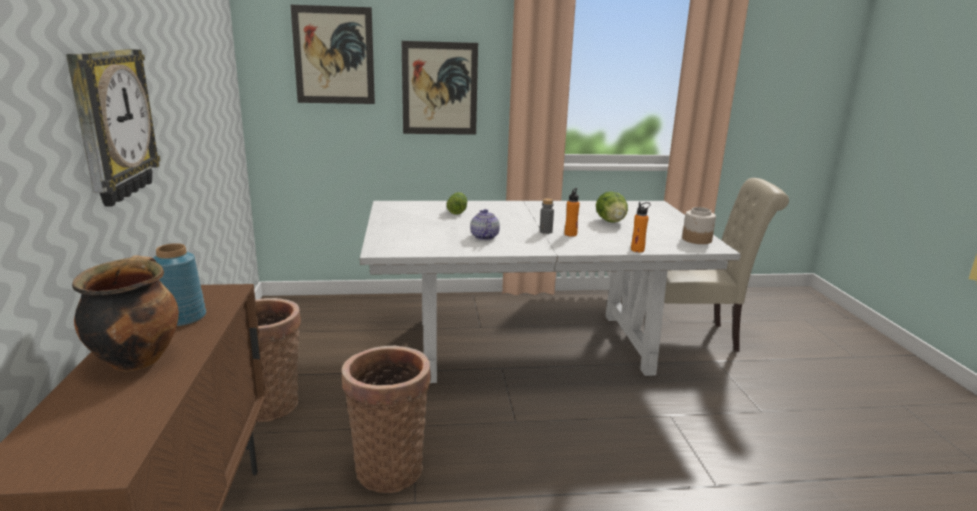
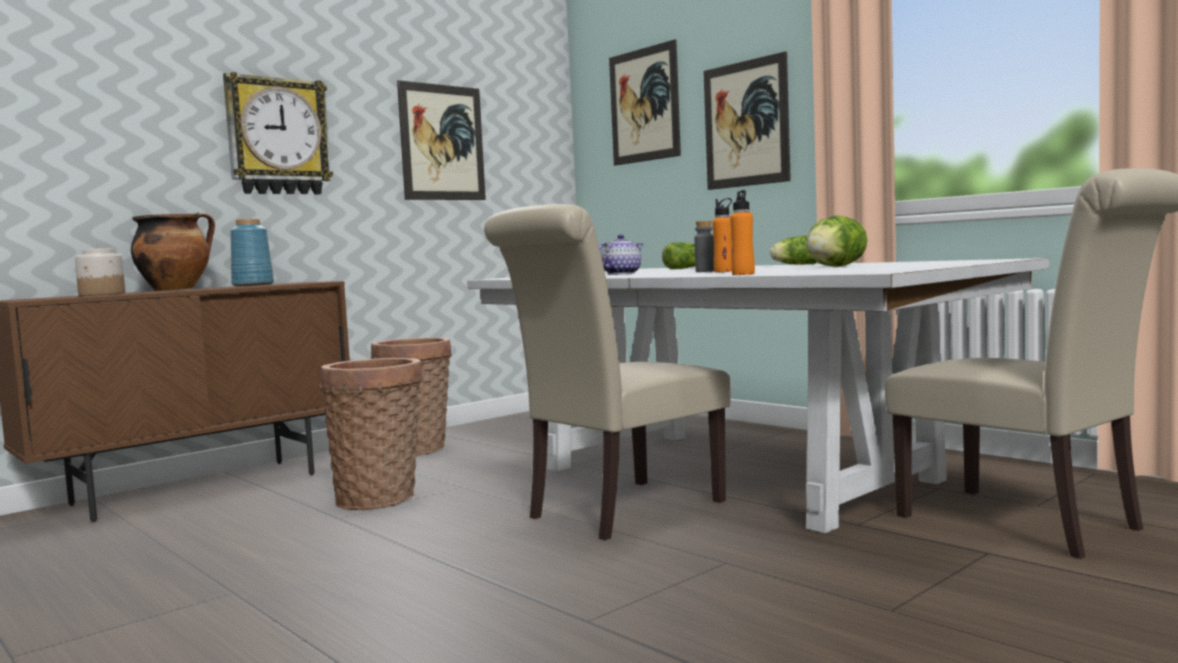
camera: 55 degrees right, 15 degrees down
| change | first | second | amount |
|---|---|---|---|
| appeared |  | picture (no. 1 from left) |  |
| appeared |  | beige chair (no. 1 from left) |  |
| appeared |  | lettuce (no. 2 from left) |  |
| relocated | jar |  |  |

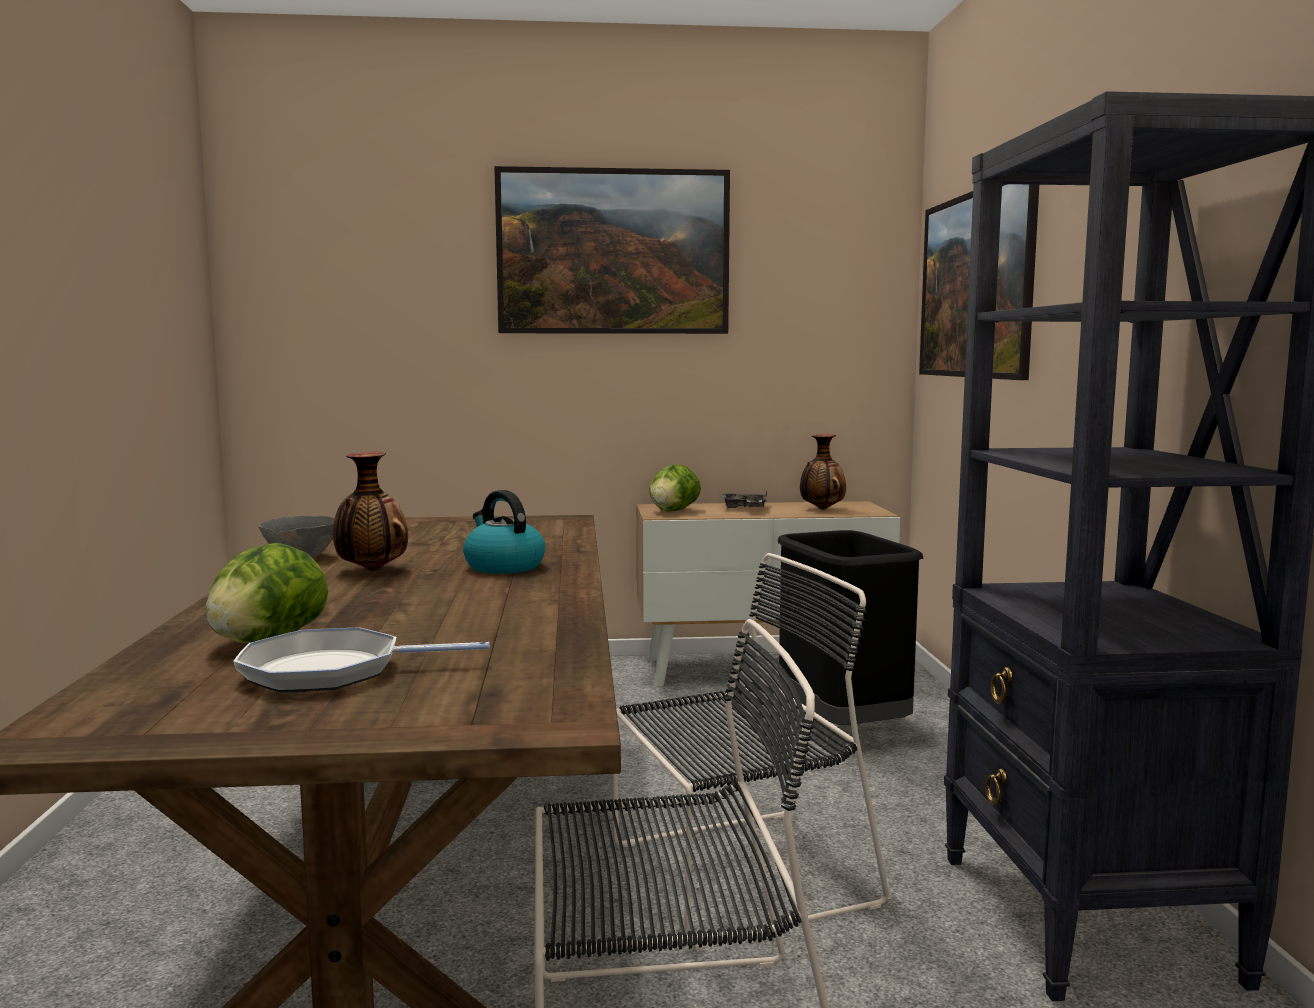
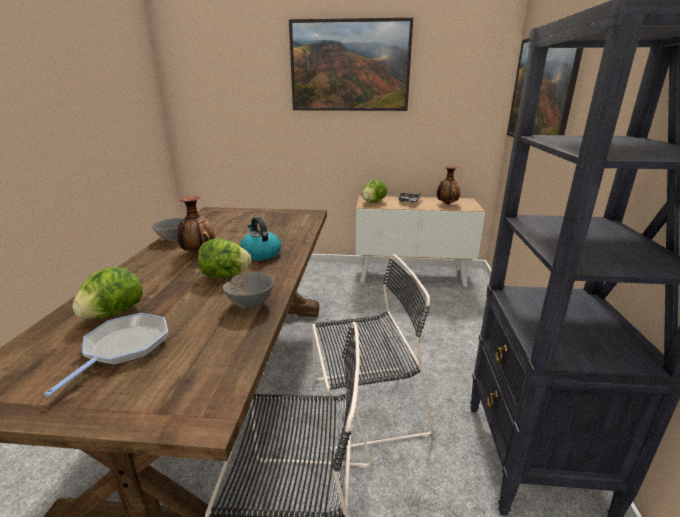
camera: 10 degrees right, 15 degrees up
| change | first | second | amount |
|---|---|---|---|
| missing | black trash can |  |  |
| appeared |  | lettuce (no. 2 from left) |  |
| appeared |  | grey bowl (no. 2 from left) |  |
| spun | frying pan |  | 105 degrees clockwise |

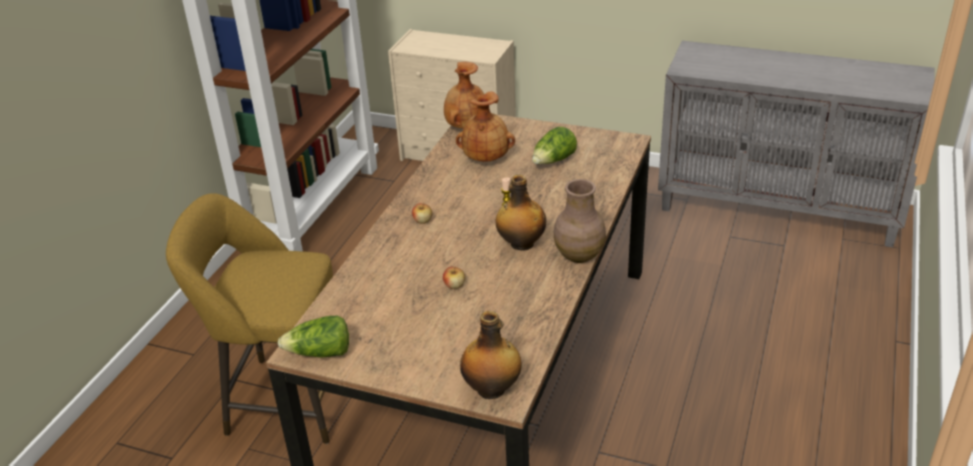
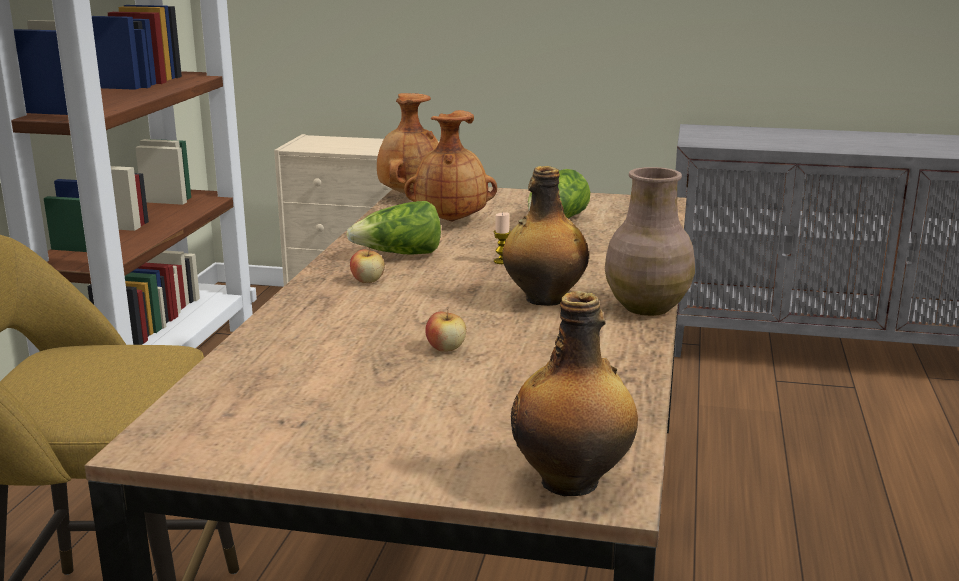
camera: 10 degrees left, 15 degrees down
| change | first | second | amount |
|---|---|---|---|
| relocated | lettuce (no. 1 from left) |  |  |

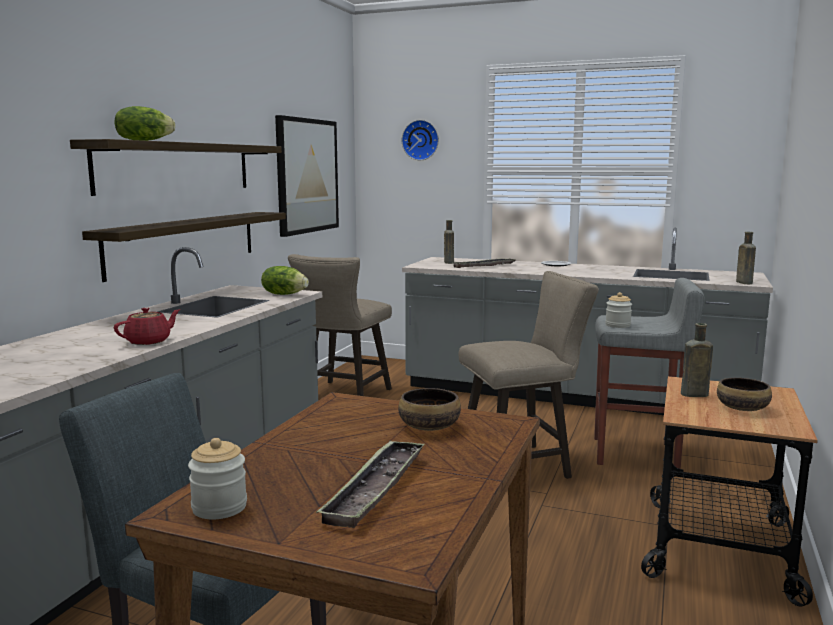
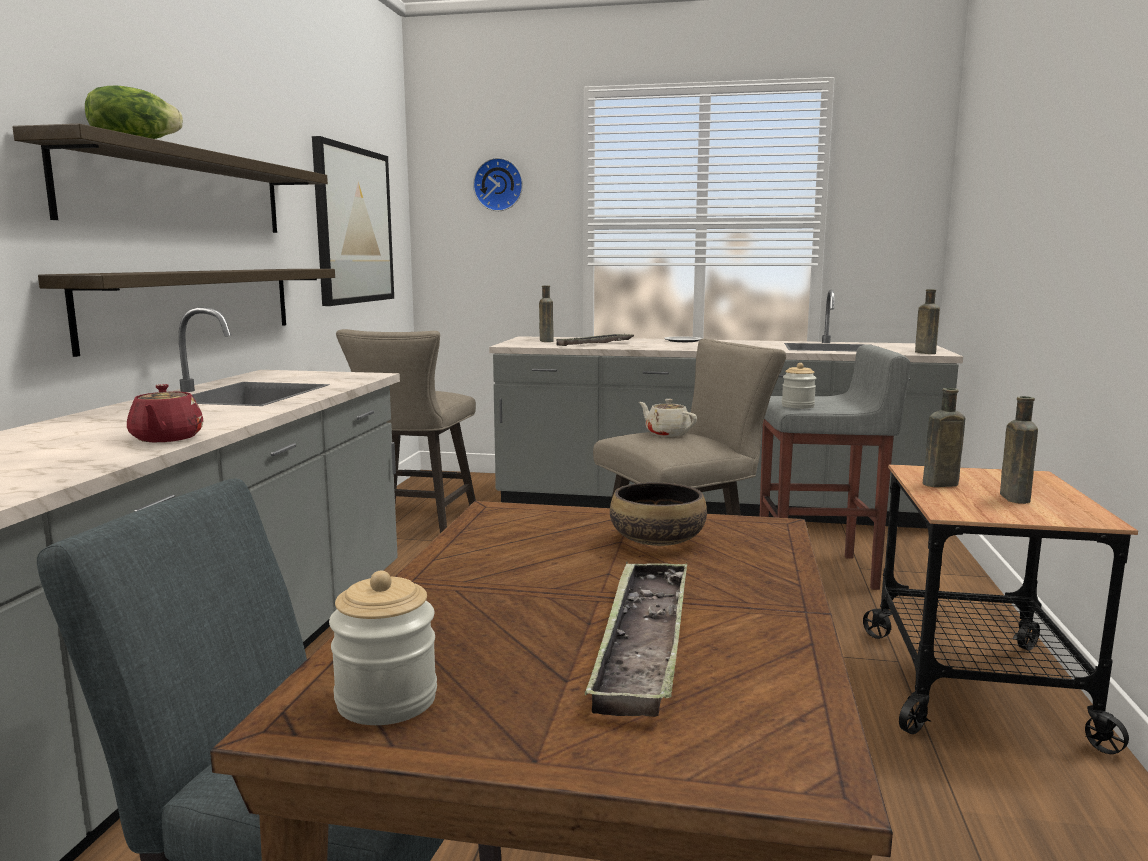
camera: 10 degrees left, 0 degrees up
| change | first | second | amount |
|---|---|---|---|
| missing | lettuce (no. 2 from left) |  |  |
| appeared |  | beige teapot |  |
| exchanged | bowl (no. 2 from left) | brown bottle (no. 4 from left) |  |
| spun | red teapot |  | 135 degrees clockwise |

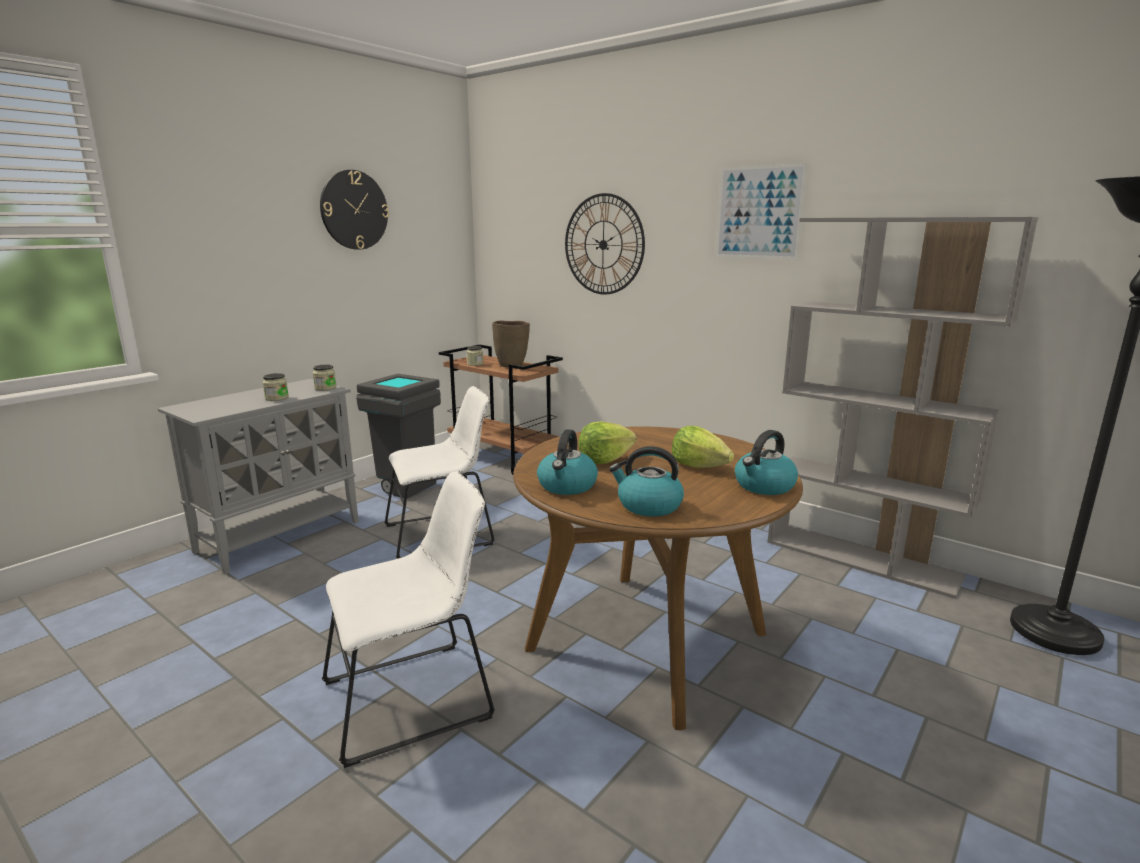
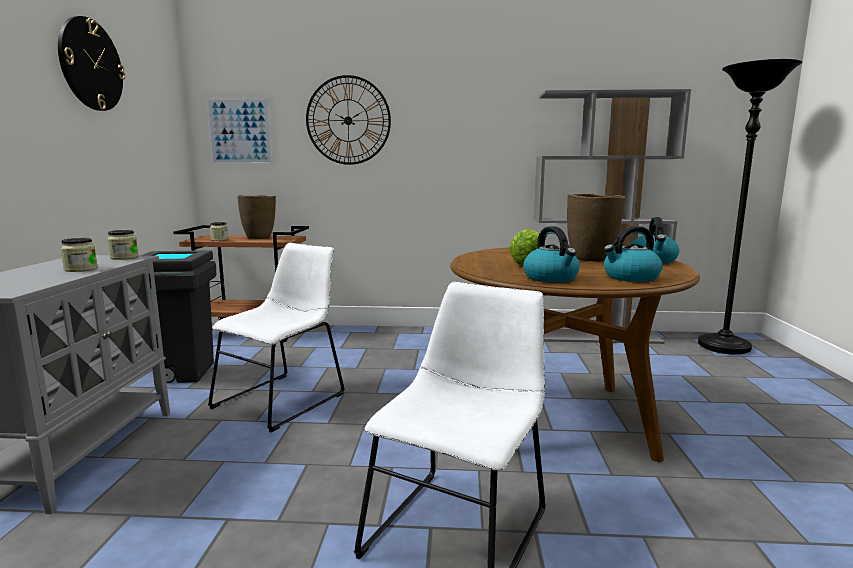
camera: 35 degrees left, 5 degrees down
| change | first | second | amount |
|---|---|---|---|
| relocated | picture |  |  |
| exchanged | lettuce (no. 2 from left) | brown vase (no. 2 from left) |  |

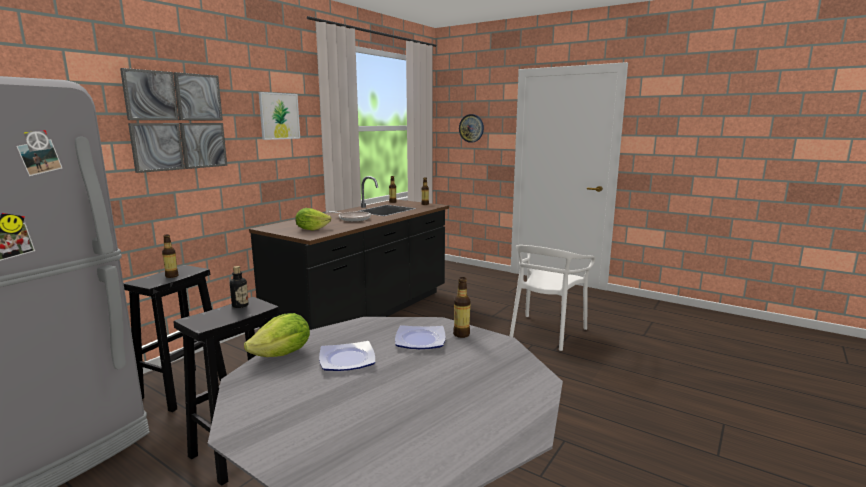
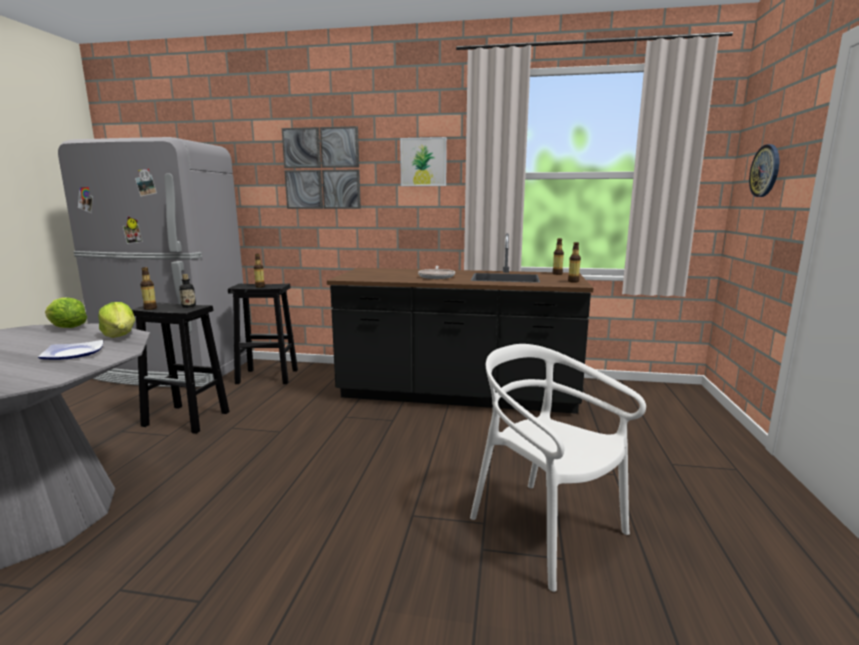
camera: 65 degrees right, 0 degrees up
| change | first | second | amount |
|---|---|---|---|
| missing | plate (no. 1 from left) |  |  |
| relocated | lettuce (no. 2 from left) |  |  |
| relocated | bottle (no. 5 from left in the first image) | bottle (no. 1 from left) |  |
| spun | white chair |  | 45 degrees clockwise |

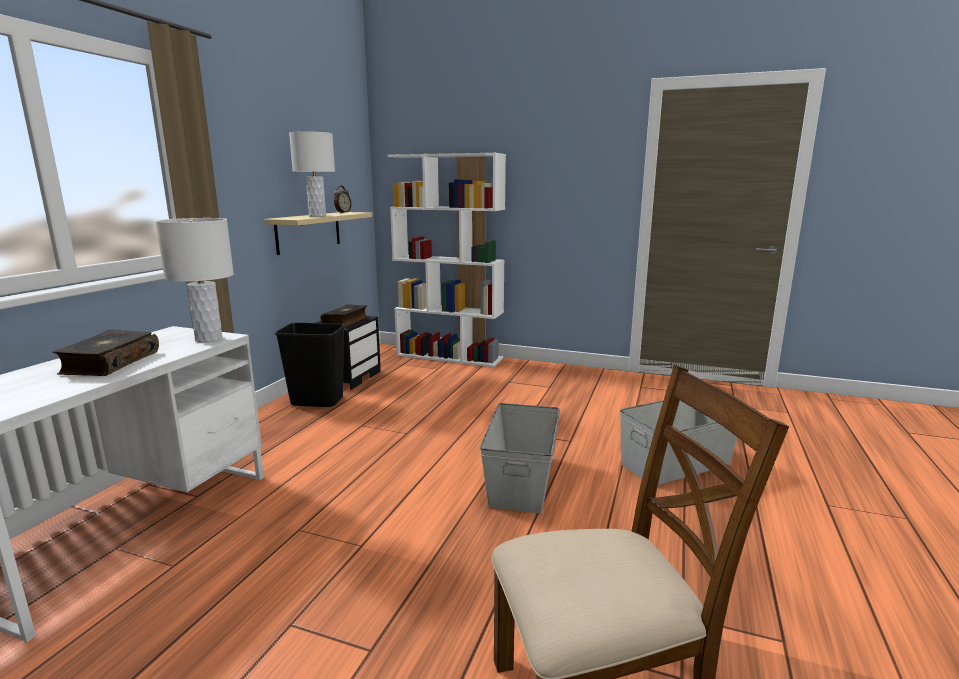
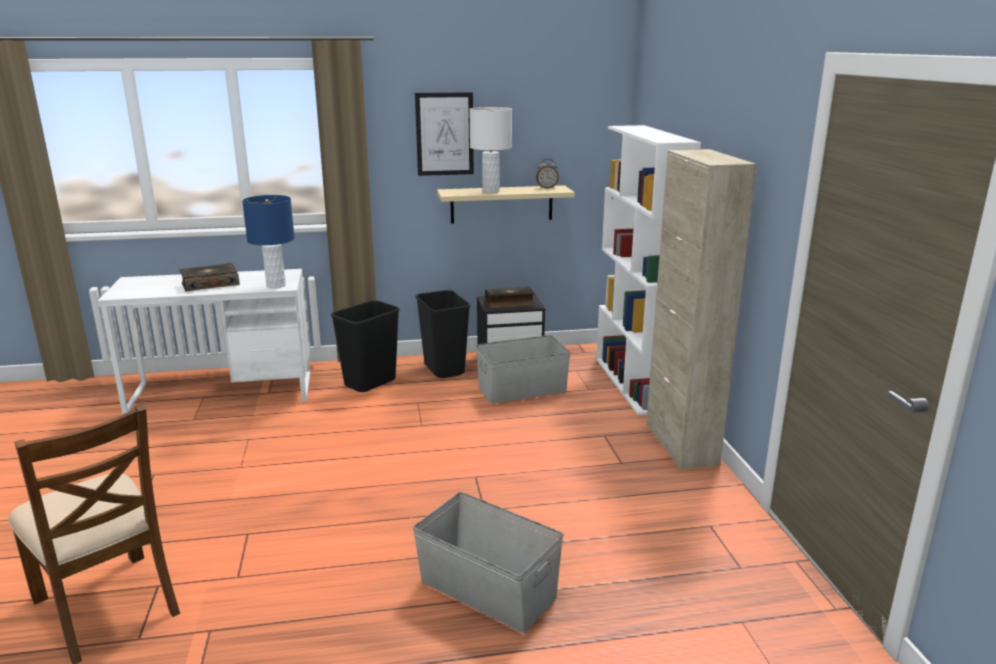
camera: 60 degrees right, 5 degrees up
| change | first | second | amount |
|---|---|---|---|
| appeared |  | black trash can (no. 1 from left) |  |
| appeared |  | picture |  |
| appeared |  | beige cabinet |  |
| relocated | grey storage box (no. 1 from left in the first image) | grey storage box (no. 2 from left) |  |
| colour | white table lamp (no. 1 from left) | blue table lamp |  |

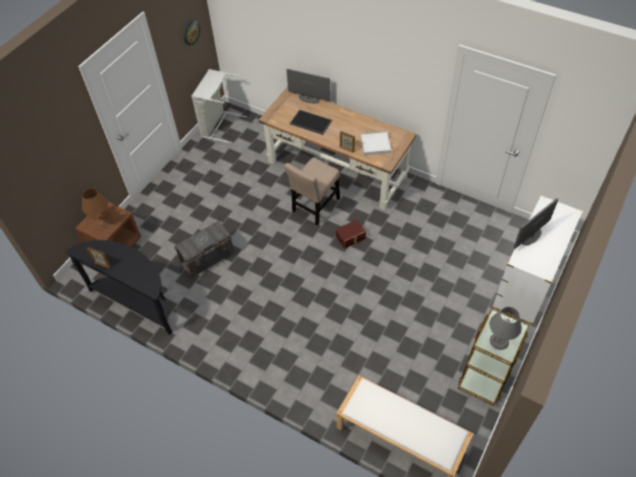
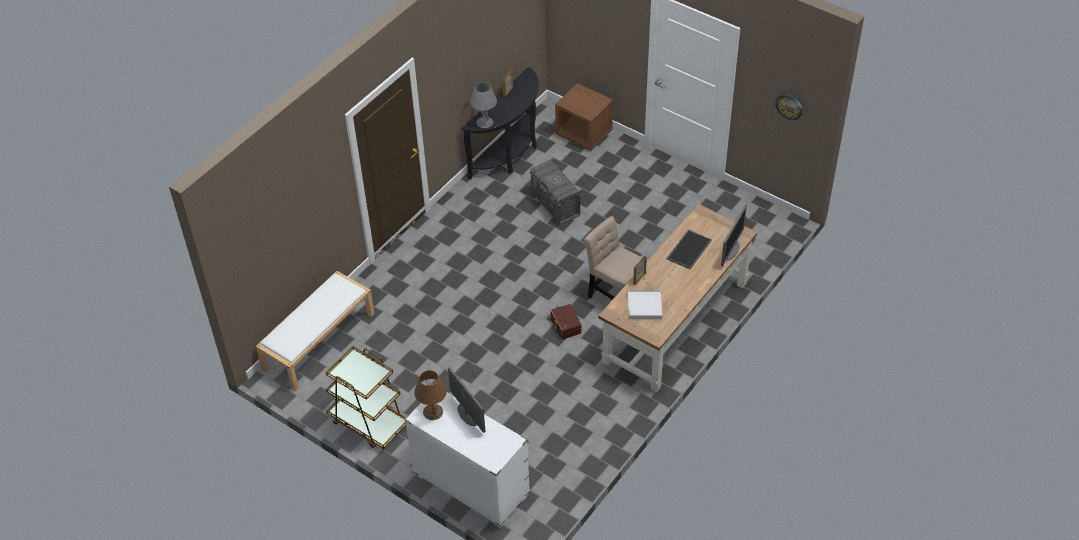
camera: 95 degrees right, 5 degrees down
| change | first | second | amount |
|---|---|---|---|
| missing | grey laundry basket |  |  |
| relocated | brown table lamp |  |  |
| relocated | grey table lamp |  |  |

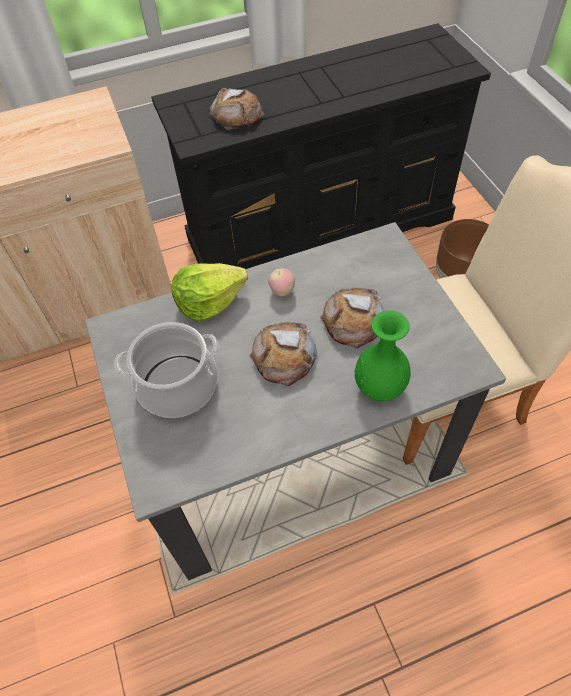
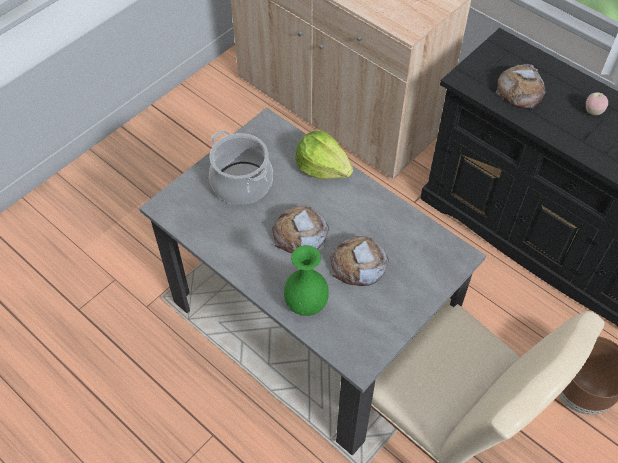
camera: 60 degrees right, 0 degrees up
| change | first | second | amount |
|---|---|---|---|
| relocated | apple |  |  |

